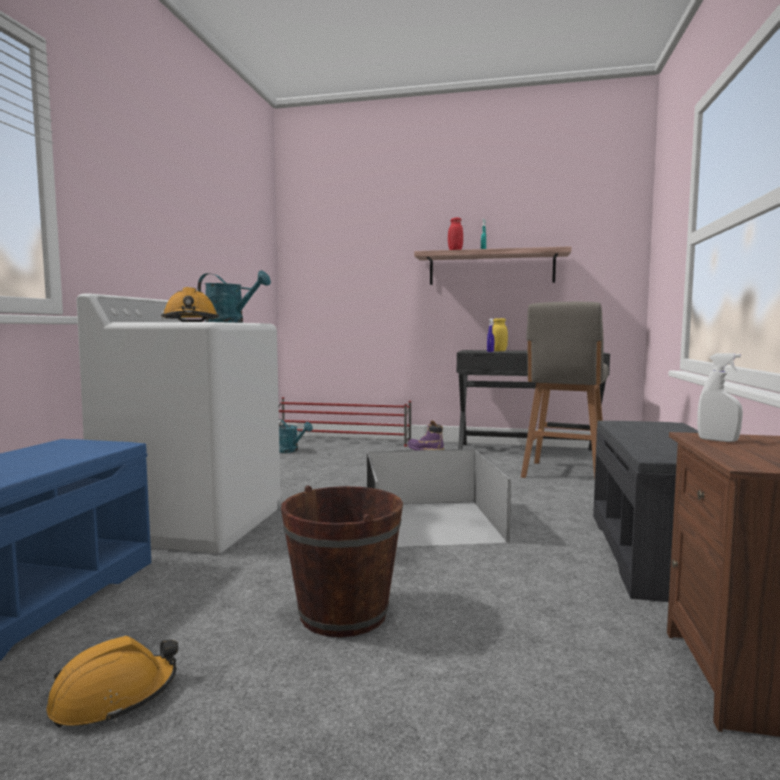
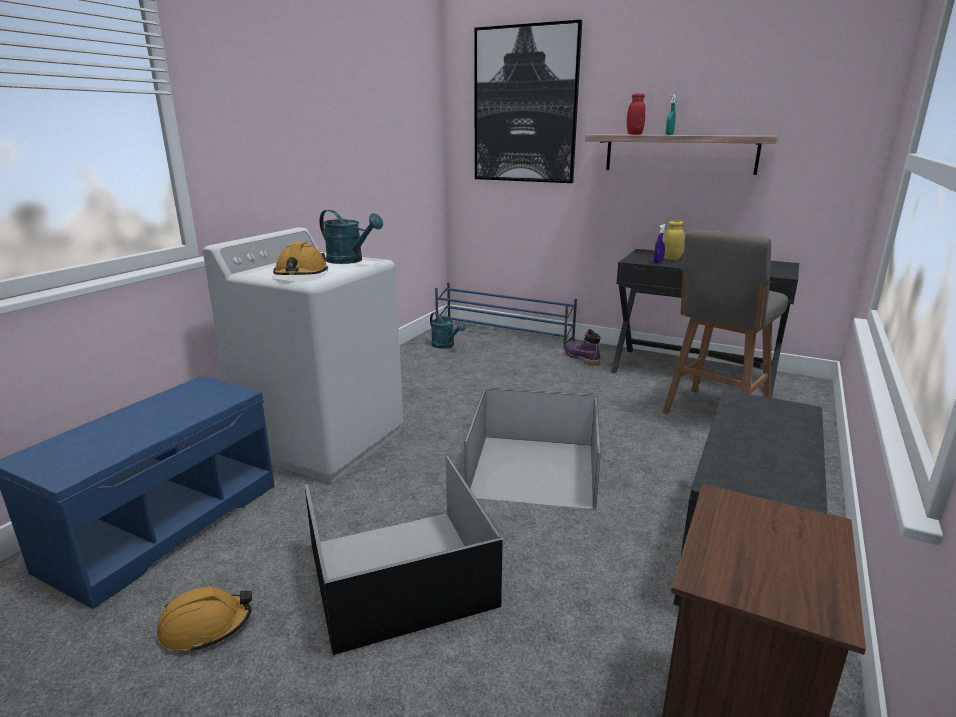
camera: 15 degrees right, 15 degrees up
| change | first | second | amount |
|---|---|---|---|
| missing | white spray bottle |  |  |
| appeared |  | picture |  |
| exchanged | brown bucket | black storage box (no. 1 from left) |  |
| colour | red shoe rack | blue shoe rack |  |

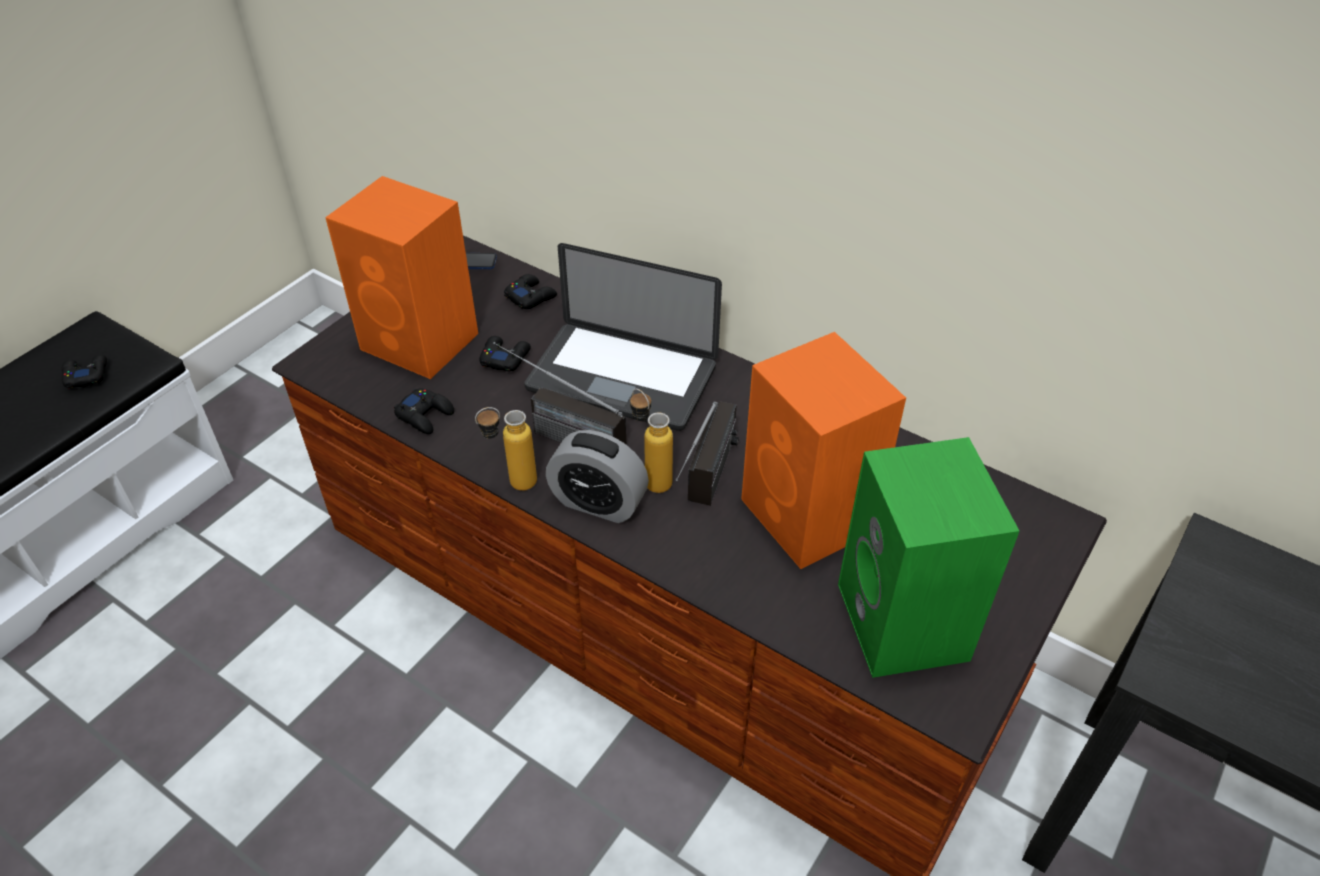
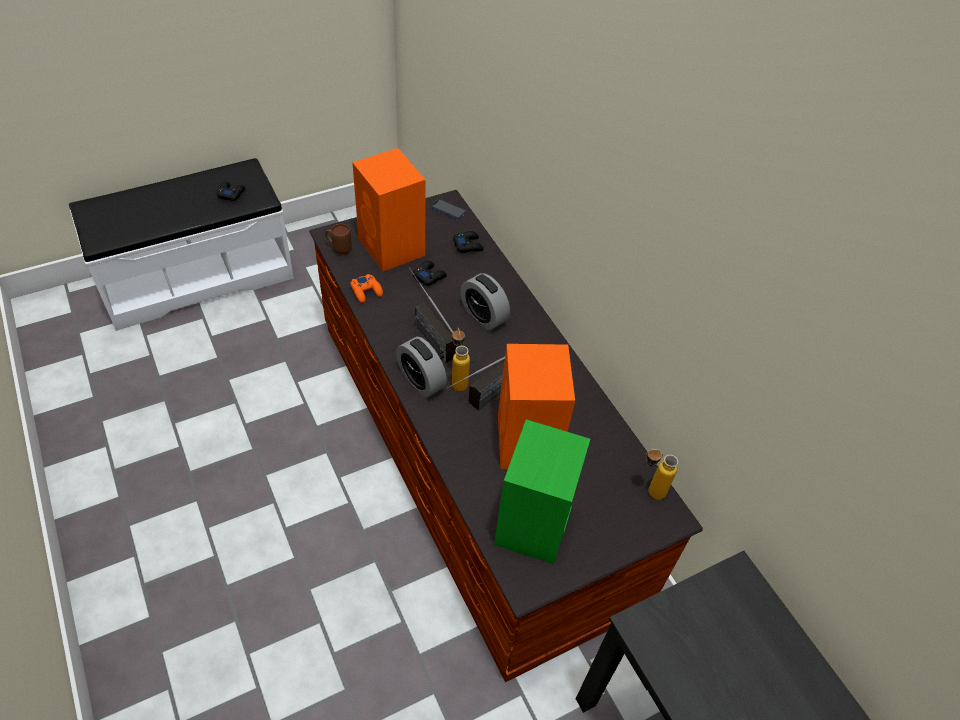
camera: 25 degrees right, 5 degrees up
| change | first | second | amount |
|---|---|---|---|
| appeared |  | brown mug |  |
| relocated | bottle (no. 1 from left in the first image) | bottle (no. 2 from left) |  |
| exchanged | laptop | alarm clock (no. 2 from left) |  |
| colour | black game controller (no. 2 from left) | orange game controller |  |

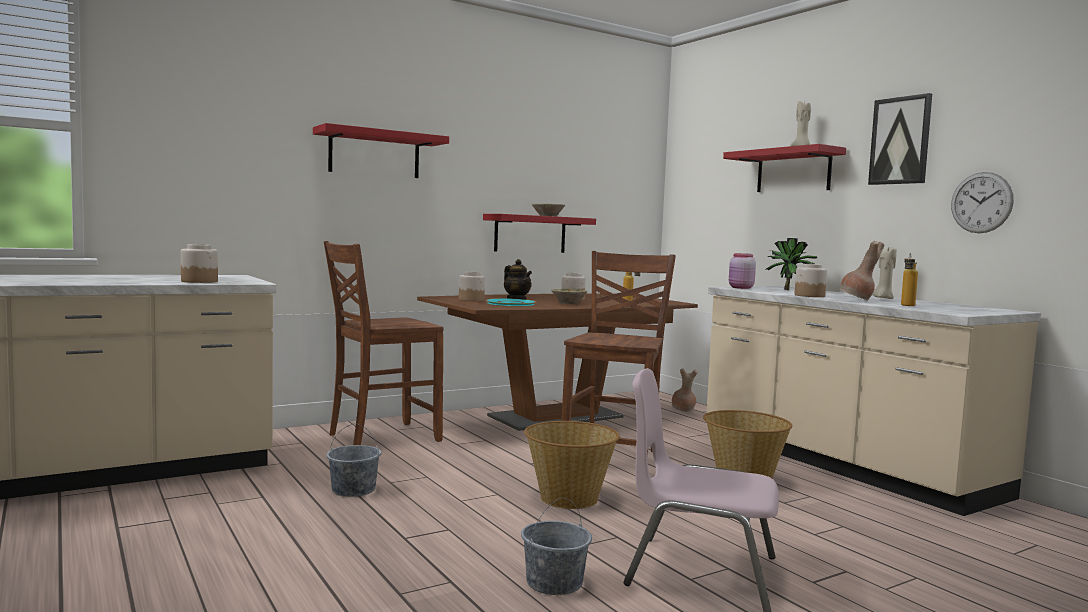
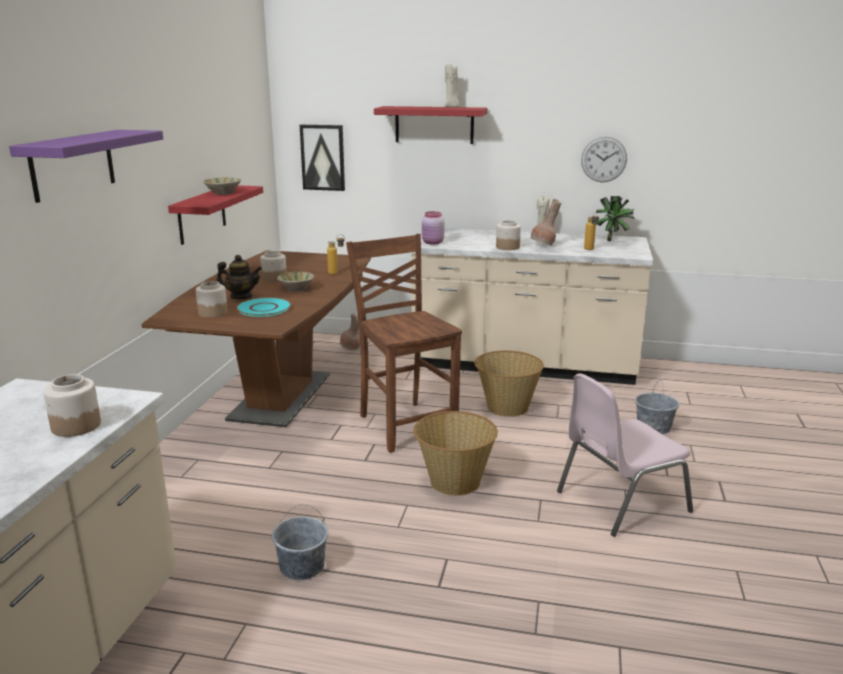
camera: 45 degrees left, 15 degrees up
| change | first | second | amount |
|---|---|---|---|
| missing | brown chair (no. 1 from left) |  |  |
| relocated | grey bucket (no. 2 from left) |  |  |
| relocated | potted plant |  |  |
| relocated | picture |  |  |
| colour | red shelf (no. 1 from left) | purple shelf |  |

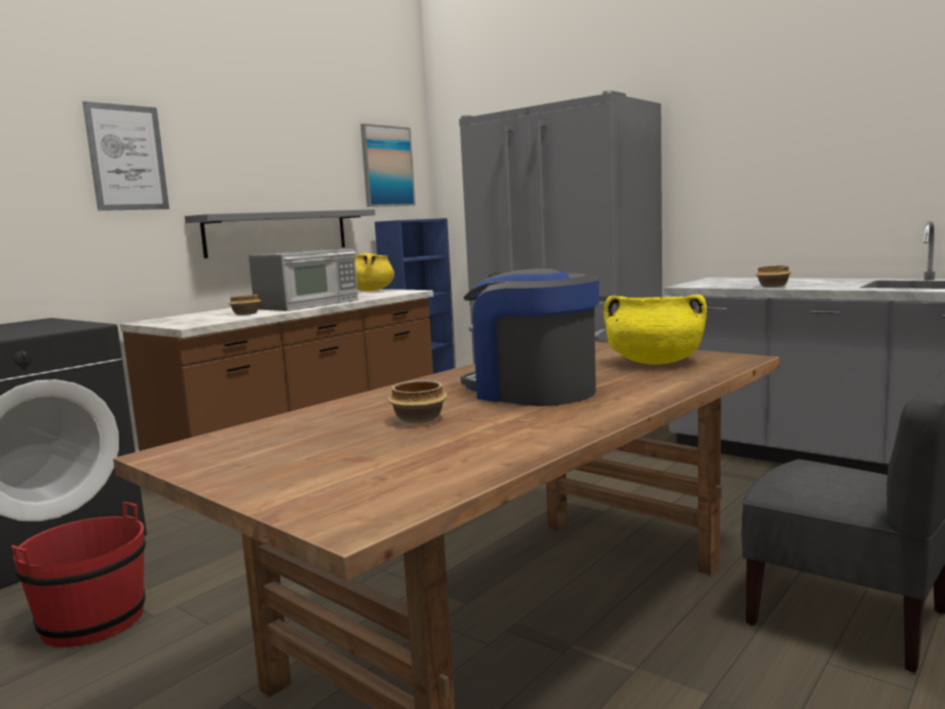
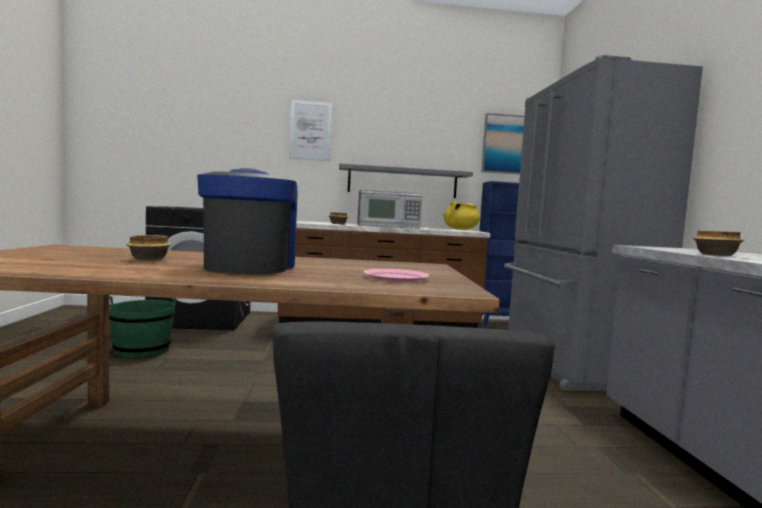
camera: 45 degrees right, 5 degrees down
| change | first | second | amount |
|---|---|---|---|
| exchanged | yellow cooking pot (no. 2 from left) | pink plate |  |
| colour | red bucket | green bucket |  |

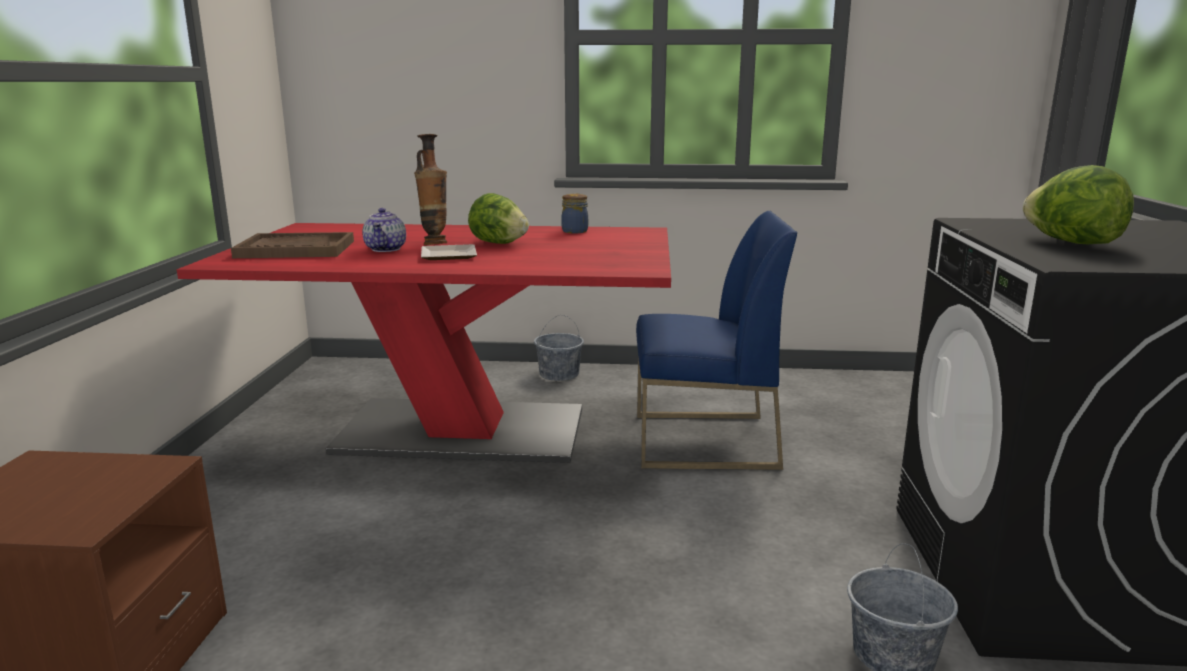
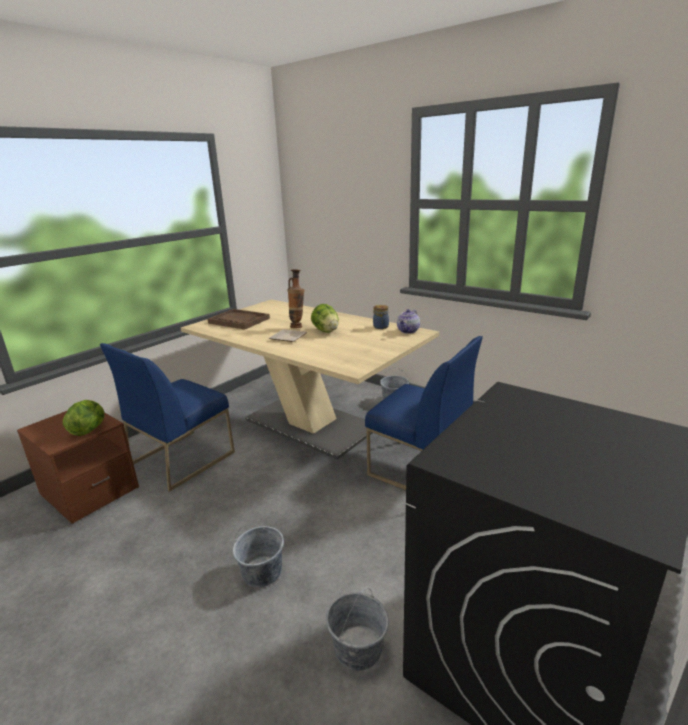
camera: 35 degrees right, 5 degrees up
| change | first | second | amount |
|---|---|---|---|
| appeared |  | blue chair (no. 1 from left) |  |
| appeared |  | grey bucket (no. 1 from left) |  |
| relocated | teapot |  |  |
| relocated | lettuce (no. 2 from left in the first image) | lettuce (no. 1 from left) |  |
| colour | red dining table | beige dining table |  |

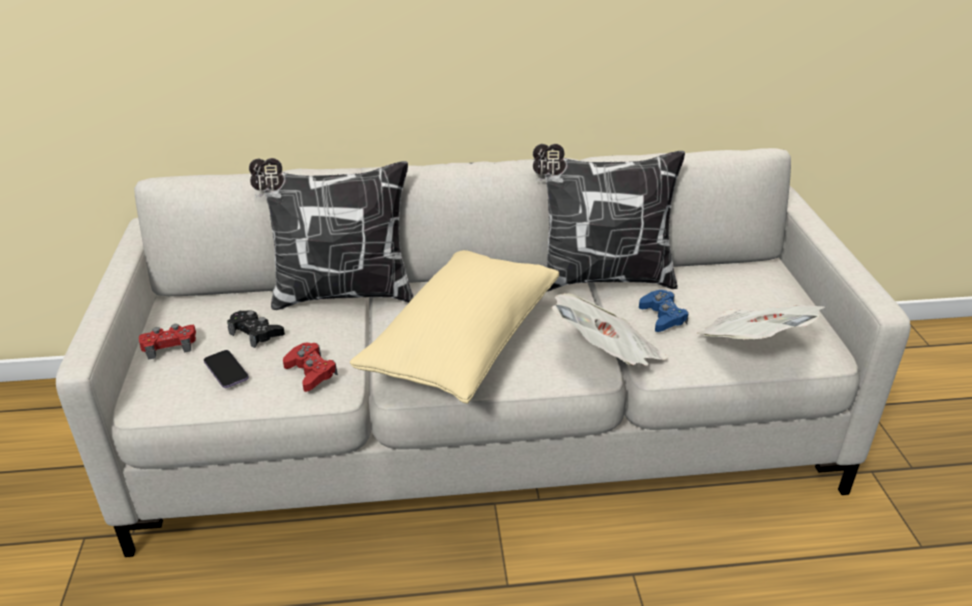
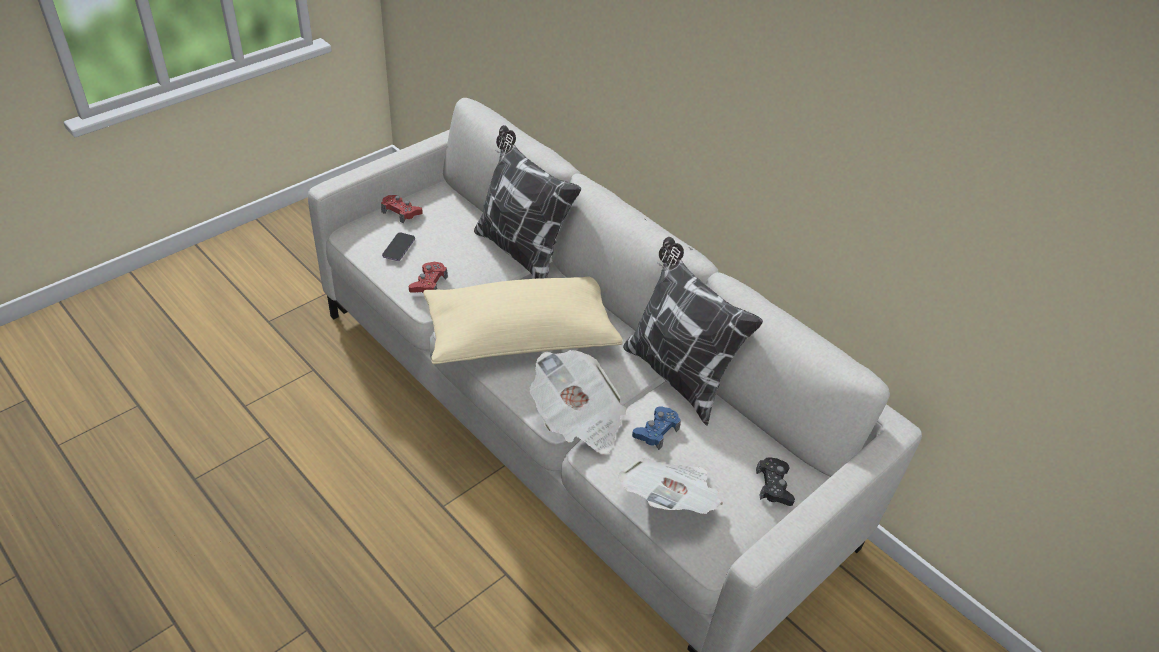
camera: 50 degrees right, 10 degrees up
| change | first | second | amount |
|---|---|---|---|
| relocated | black game controller |  |  |

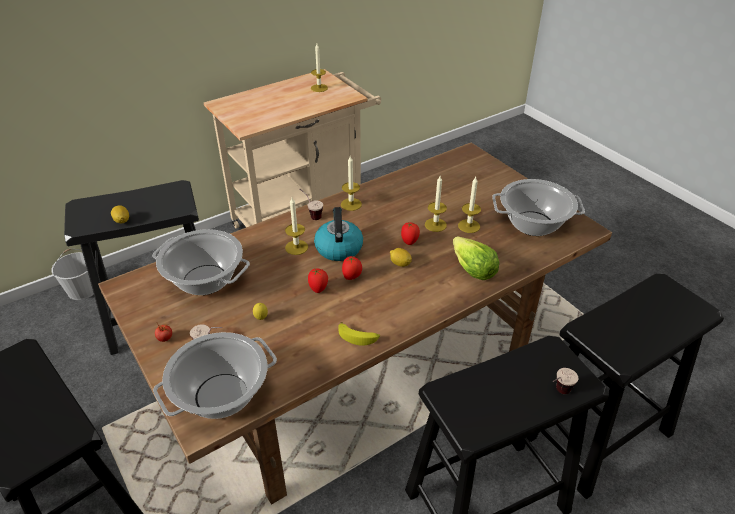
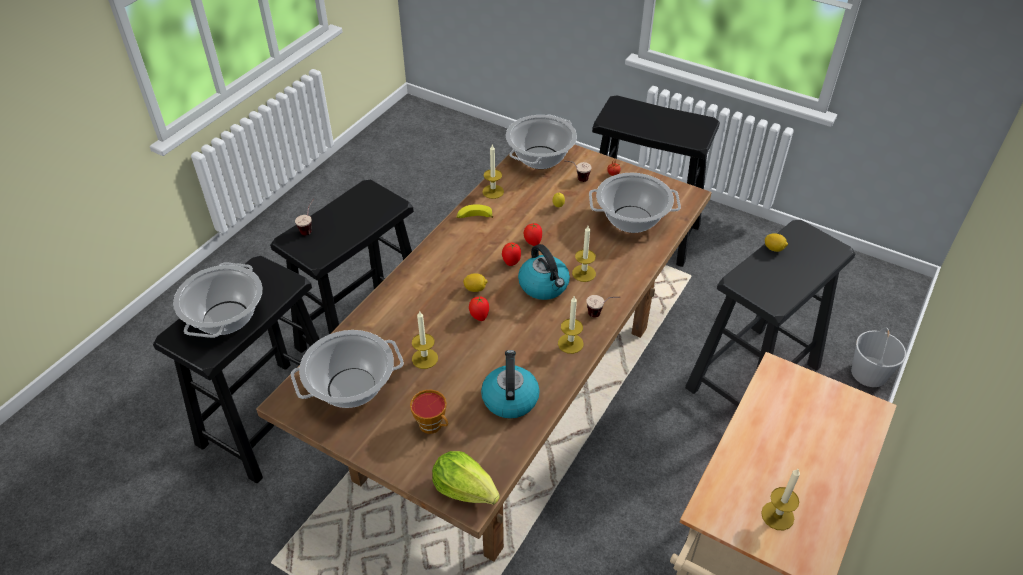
camera: 155 degrees right, 5 degrees up
| change | first | second | amount |
|---|---|---|---|
| appeared |  | cooking pot (no. 1 from left) |  |
| appeared |  | cup (no. 2 from left) |  |
| appeared |  | kettle (no. 1 from left) |  |
| relocated | candle (no. 4 from left in the first image) | candle (no. 2 from left) |  |
| relocated | lettuce |  |  |

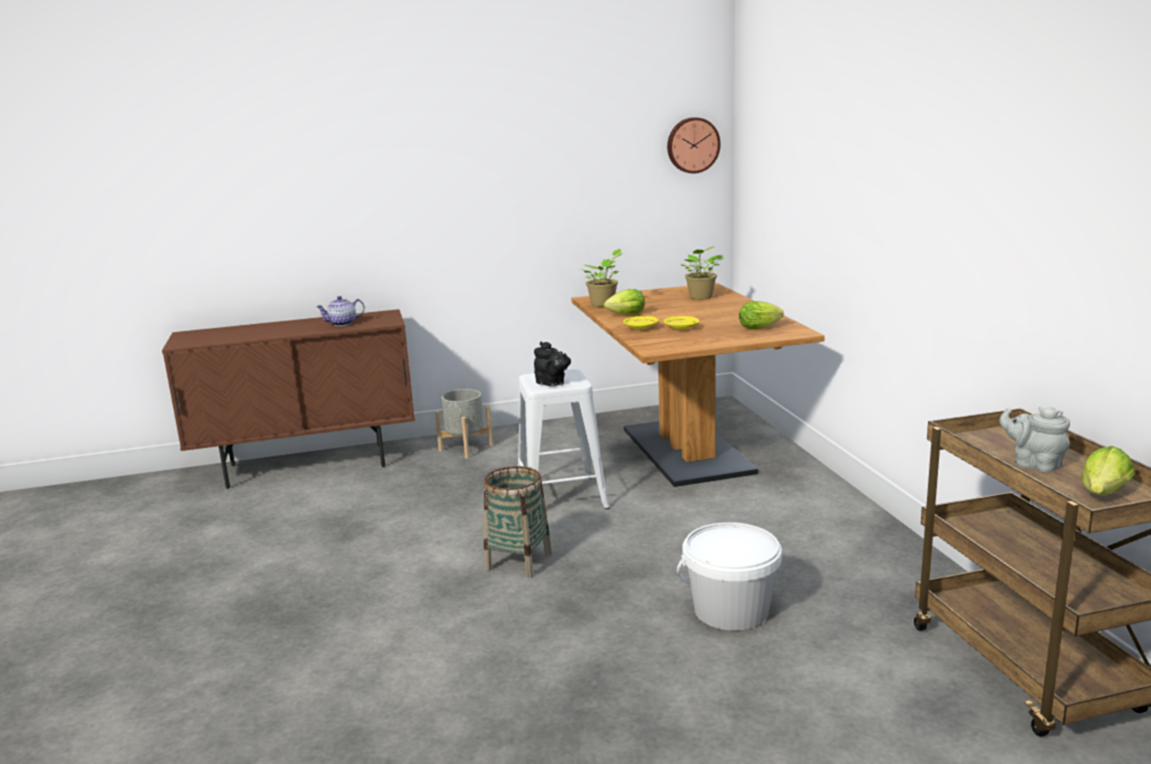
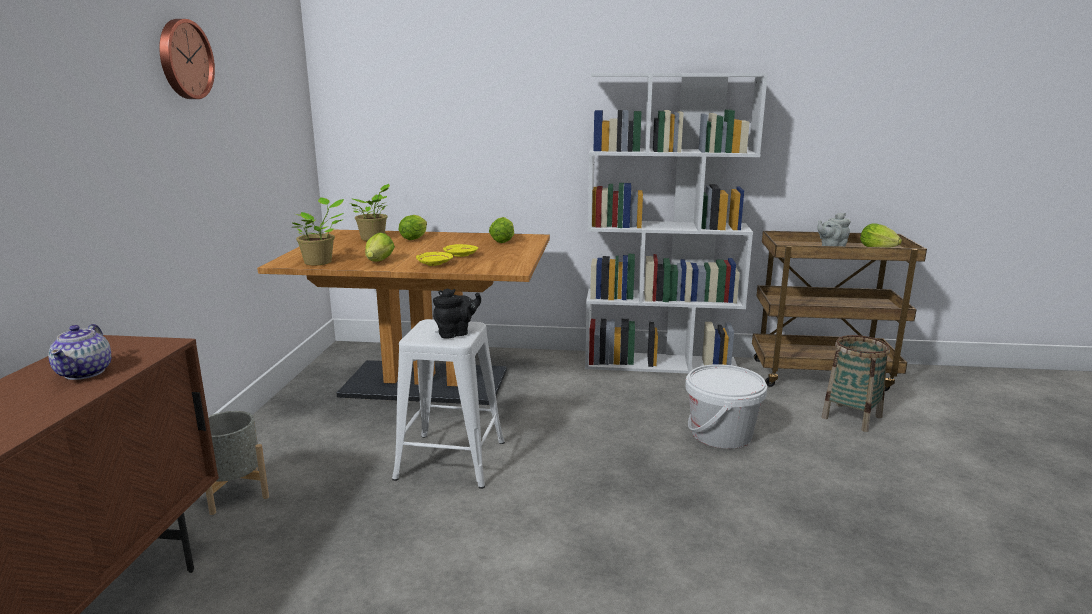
camera: 70 degrees left, 0 degrees up
| change | first | second | amount |
|---|---|---|---|
| appeared |  | lettuce (no. 2 from left) |  |
| appeared |  | white bookcase |  |
| relocated | basket |  |  |
| relocated | wall clock |  |  |

